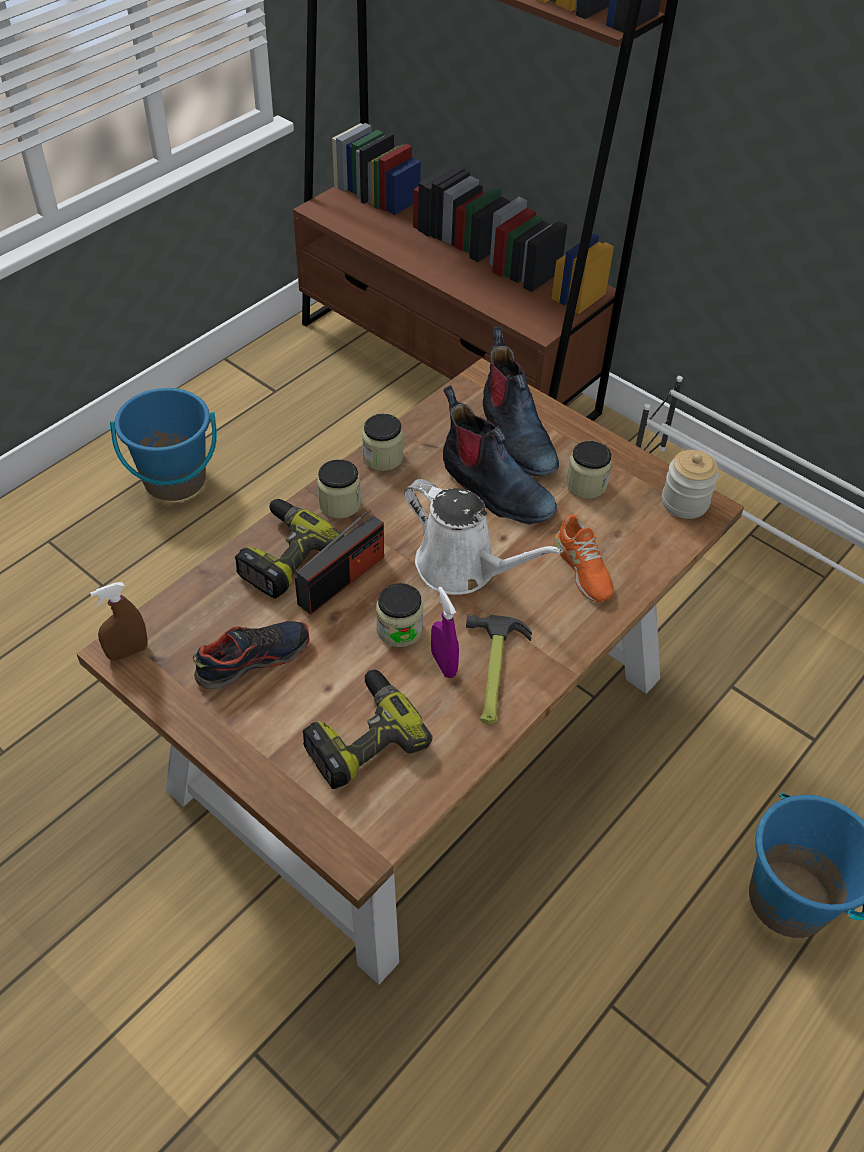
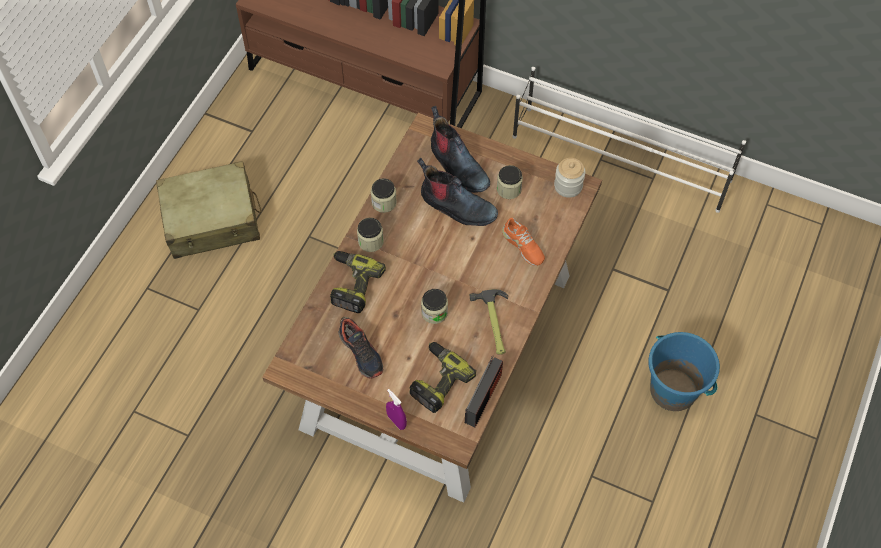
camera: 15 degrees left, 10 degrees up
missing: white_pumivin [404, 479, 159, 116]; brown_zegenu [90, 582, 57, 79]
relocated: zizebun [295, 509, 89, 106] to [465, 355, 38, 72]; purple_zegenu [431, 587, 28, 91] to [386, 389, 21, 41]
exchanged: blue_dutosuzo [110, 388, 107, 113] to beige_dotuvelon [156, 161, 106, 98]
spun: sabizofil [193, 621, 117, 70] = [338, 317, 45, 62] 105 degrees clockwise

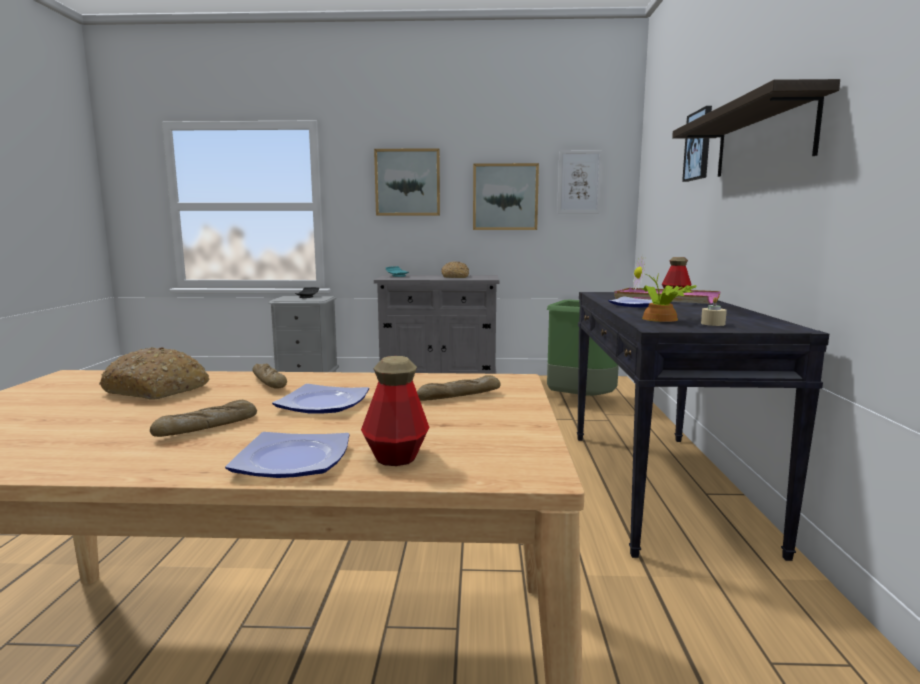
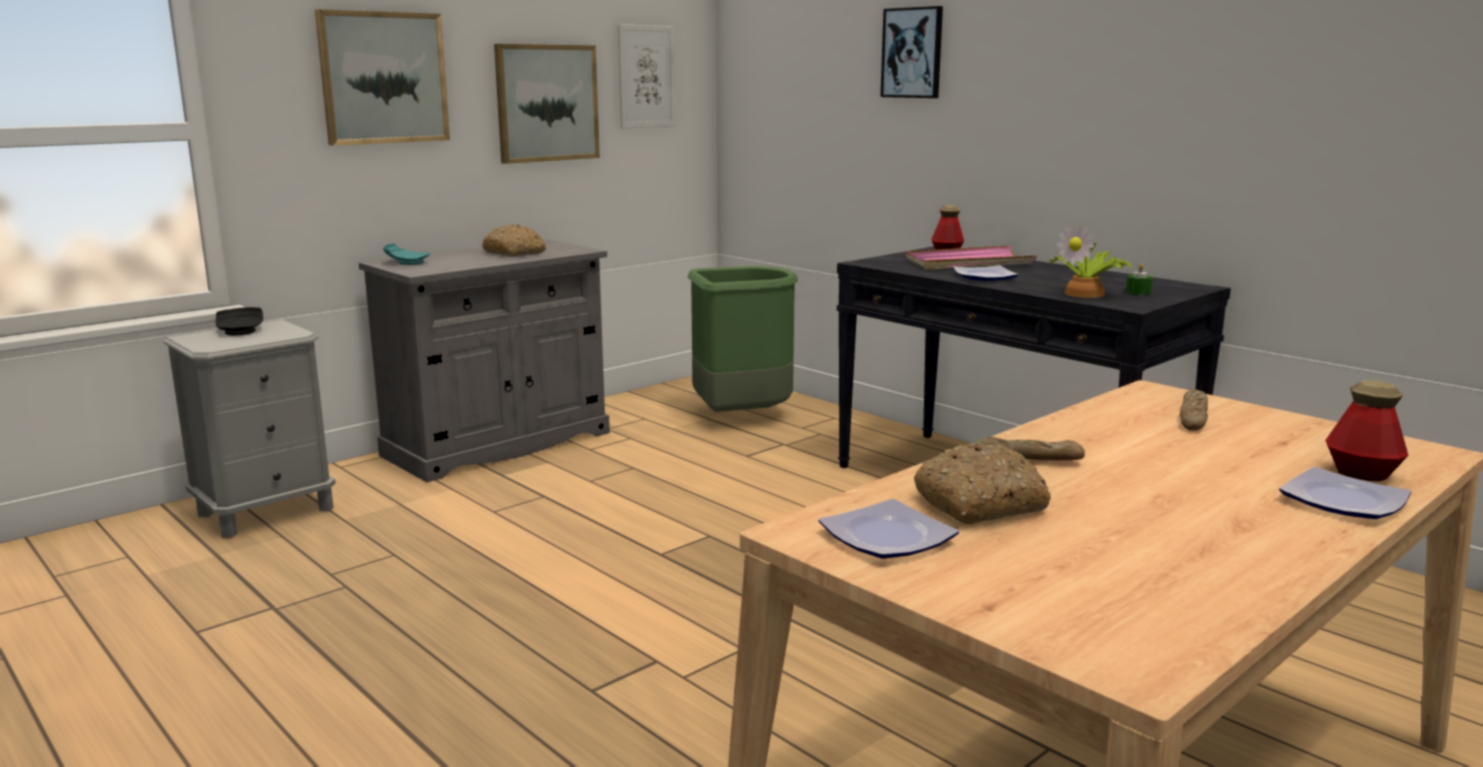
camera: 45 degrees left, 5 degrees up
missing: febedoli [672, 79, 168, 98]; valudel [150, 400, 107, 37]
relocated: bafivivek [272, 384, 97, 30] to [819, 499, 140, 60]
colour: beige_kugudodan [701, 297, 26, 29] to green_kugudodan [1126, 263, 27, 32]

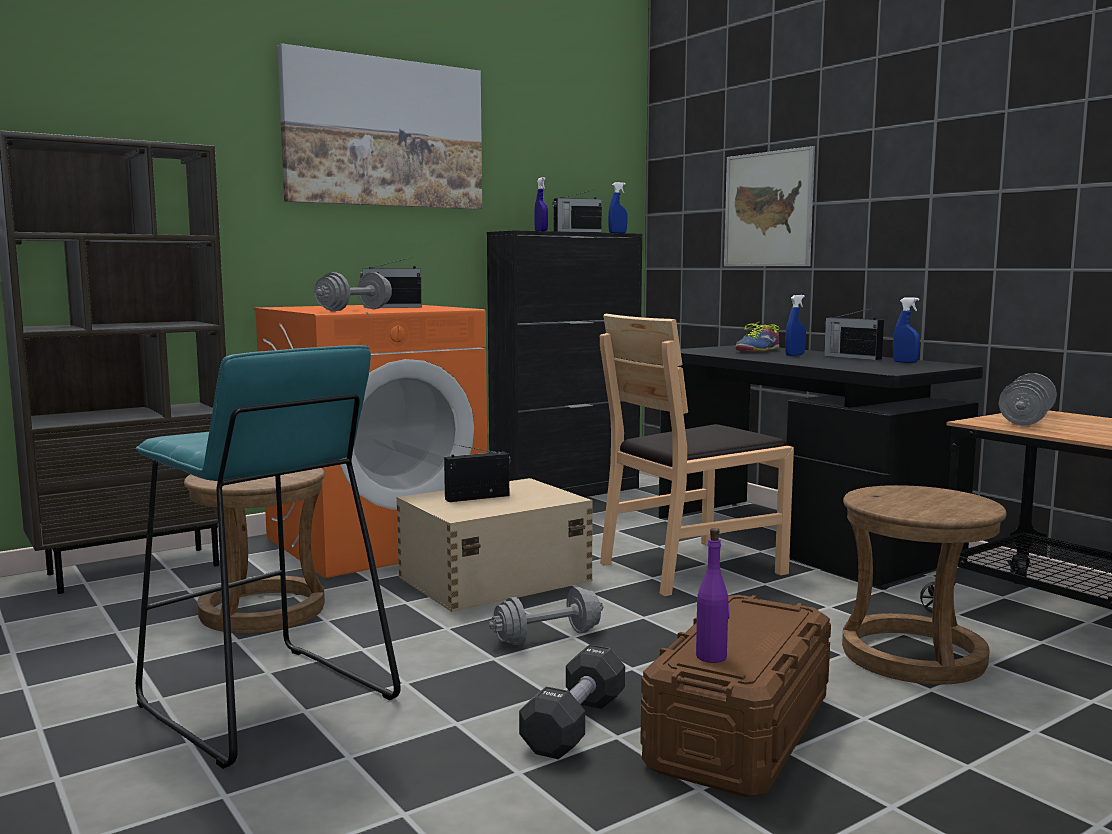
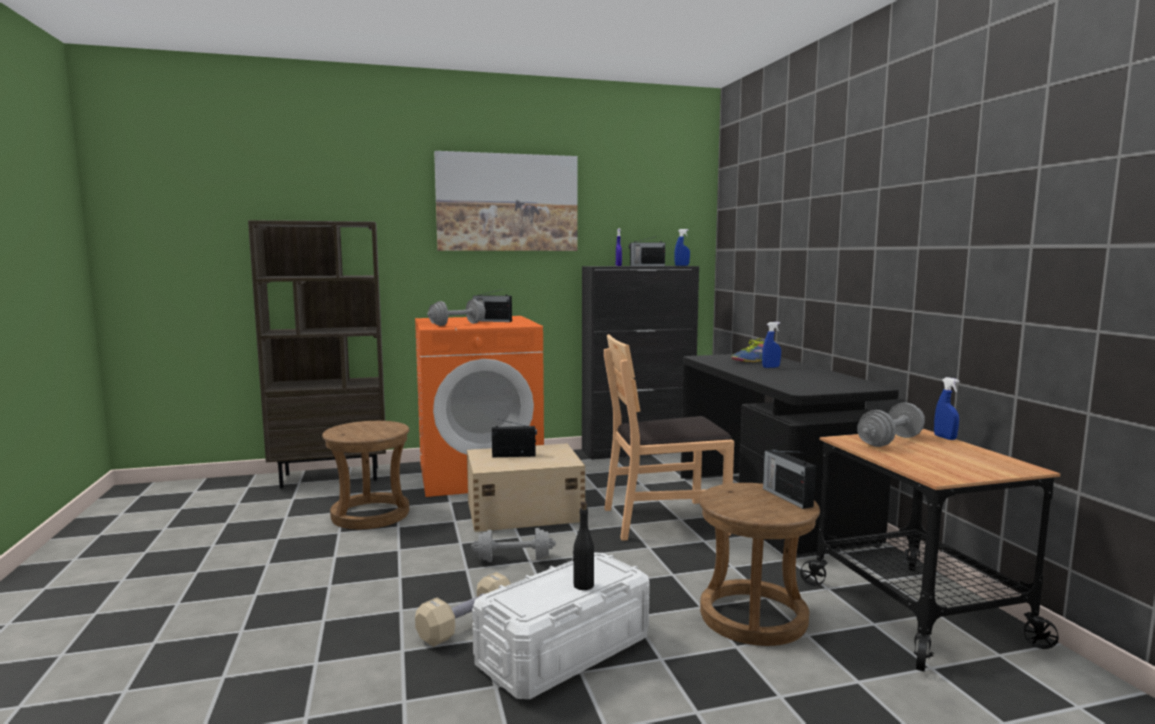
camera: 20 degrees right, 0 degrees up
missing: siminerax [724, 146, 91, 120]; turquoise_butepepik [136, 345, 265, 424]; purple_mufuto [696, 528, 33, 135]
appeared: black_mufuto [573, 501, 21, 89]
relocated: blue_zegenu [893, 297, 27, 66] to [934, 377, 26, 63]; zizebun [824, 308, 60, 52] to [763, 449, 53, 60]
colour: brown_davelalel [640, 595, 191, 202] to white_davelalel [472, 553, 178, 146]; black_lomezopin [519, 645, 106, 114] to beige_lomezopin [415, 572, 96, 75]

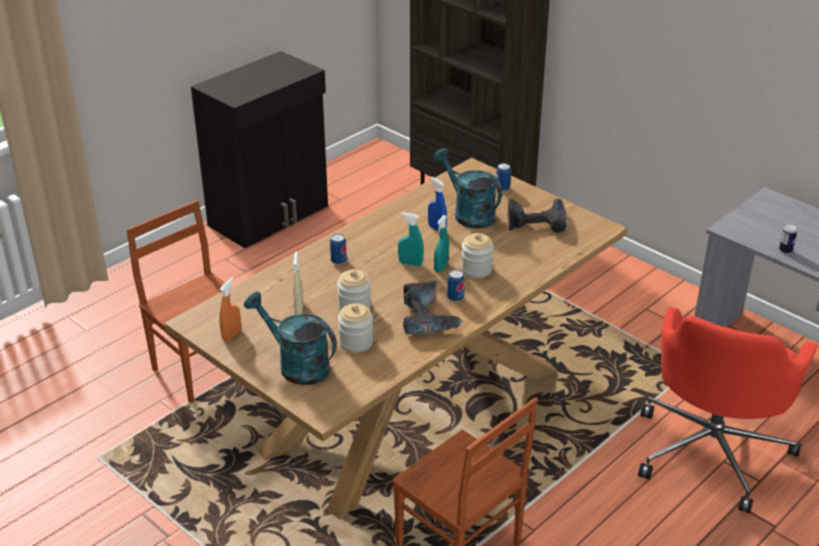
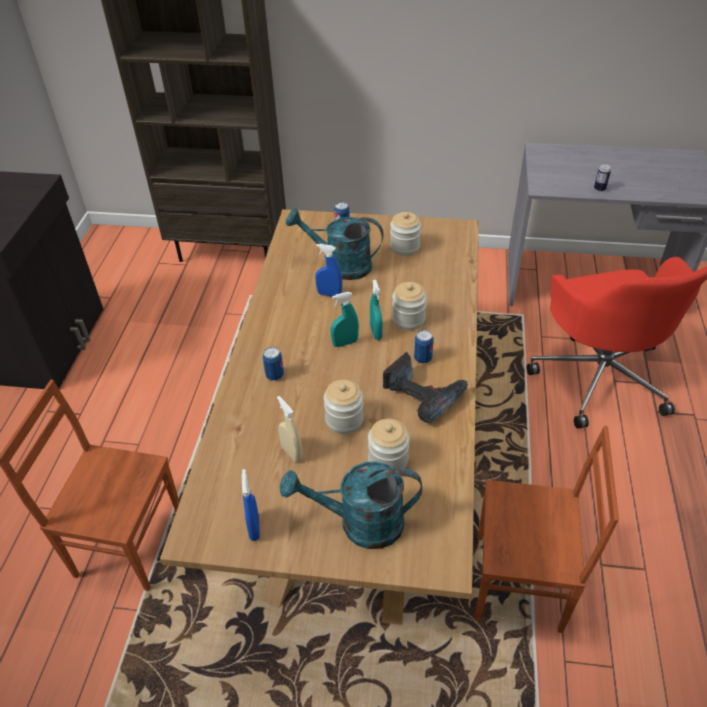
camera: 35 degrees left, 10 degrees up
exchanged: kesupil [508, 198, 59, 35] to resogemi [390, 212, 31, 44]
colour: orange_zegenu [219, 278, 22, 64] to blue_zegenu [242, 469, 18, 72]

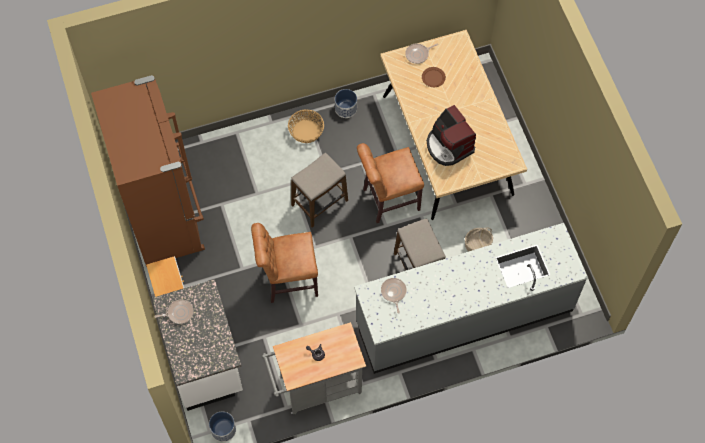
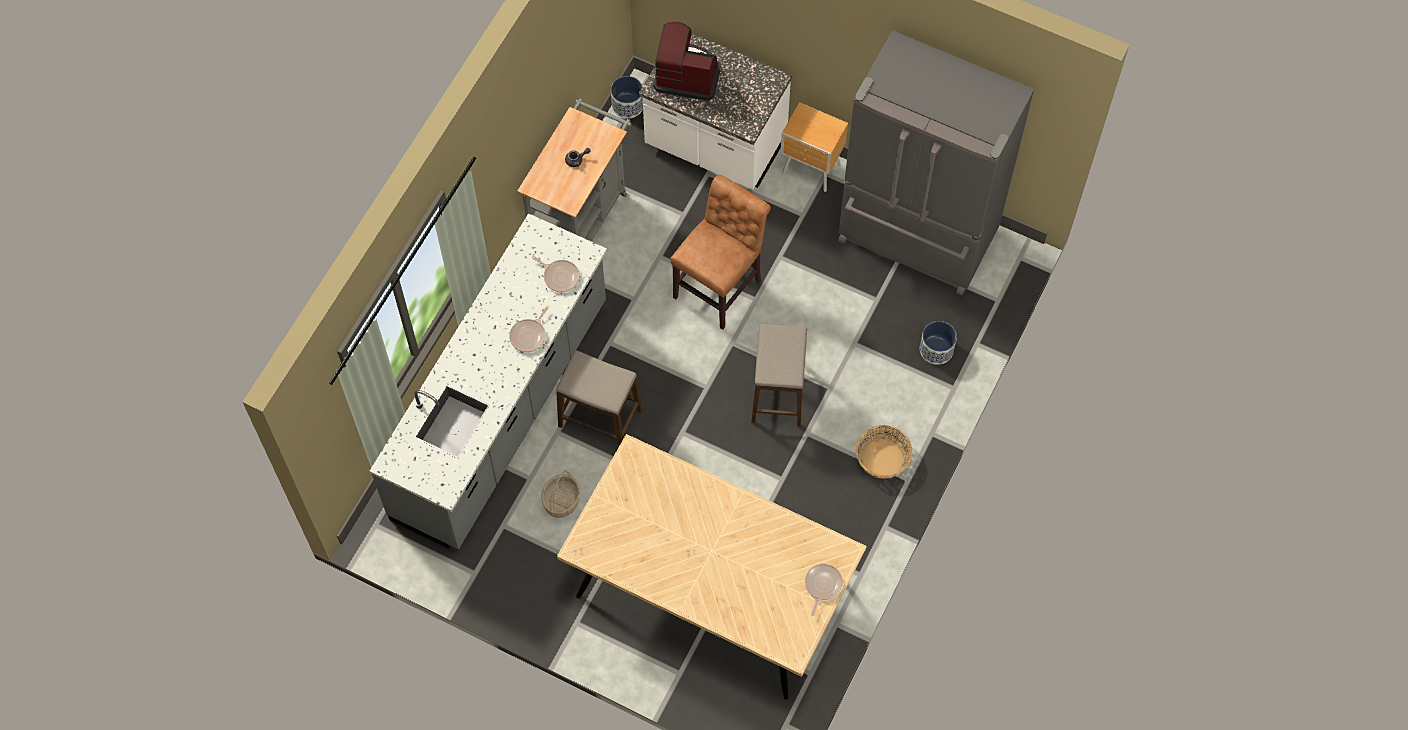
camera: 135 degrees right, 0 degrees up
missing: brown_bafivivek [422, 67, 24, 20]; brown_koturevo [357, 143, 67, 80]
relocated: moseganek [335, 89, 22, 29] to [920, 321, 37, 44]; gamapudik [427, 105, 49, 61] to [653, 22, 67, 79]; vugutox [154, 300, 39, 24] to [509, 306, 40, 46]
colour: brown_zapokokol [91, 75, 114, 192] to grey_zapokokol [838, 30, 196, 265]

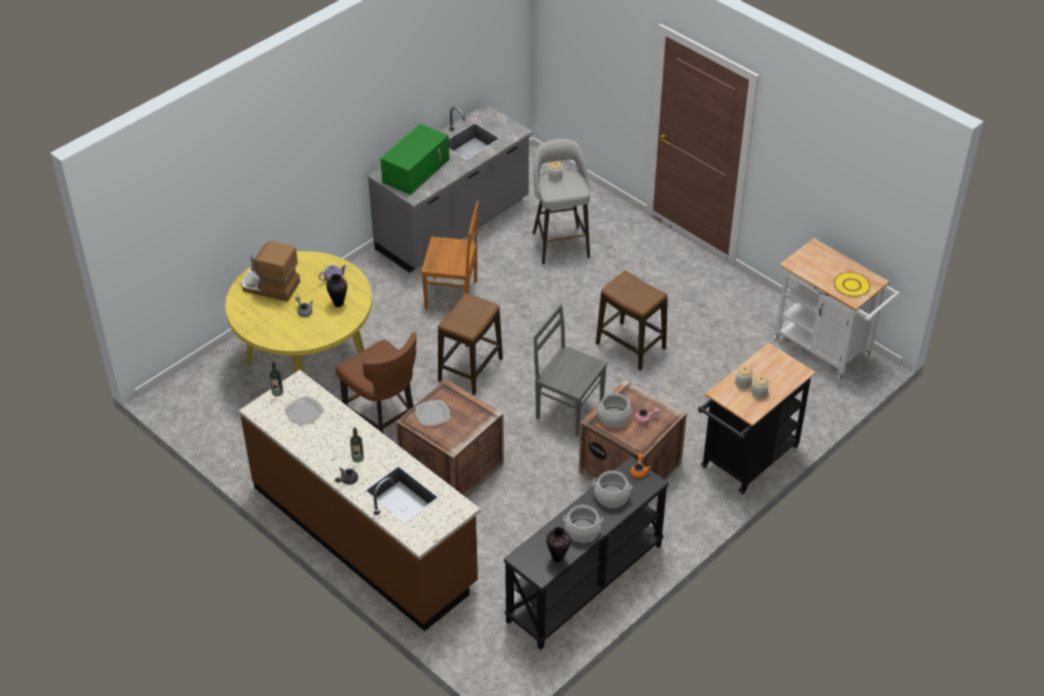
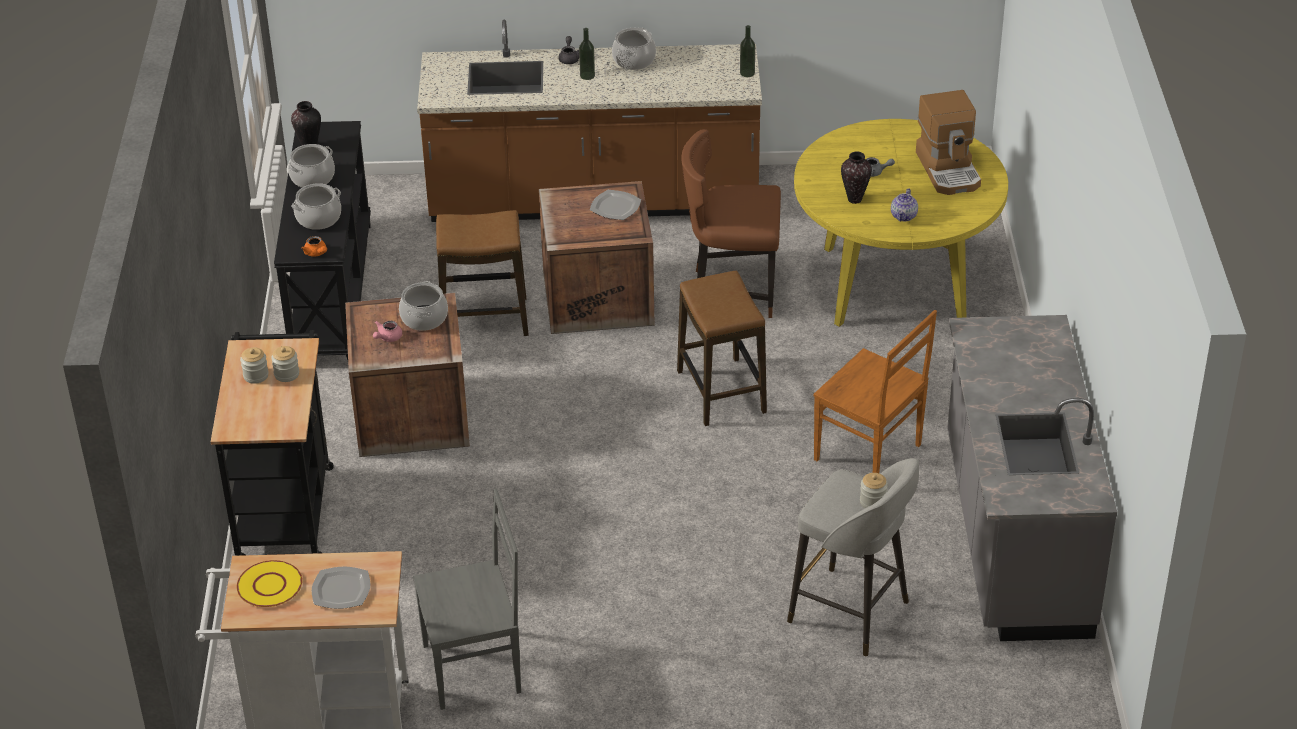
camera: 135 degrees right, 5 degrees down
missing: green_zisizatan [380, 124, 69, 71]
appeared: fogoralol [612, 28, 44, 42]
relocated: butepepik [596, 270, 72, 100] to [436, 210, 93, 126]; grey_koturevo [533, 304, 74, 132] to [413, 489, 108, 221]; bafivivek [284, 396, 40, 30] to [312, 566, 58, 43]
spun: brown_koturevo [421, 201, 58, 109] = [813, 310, 124, 163] 105 degrees counterclockwise; gamapudik [241, 241, 59, 61] = [916, 90, 65, 105] 105 degrees clockwise

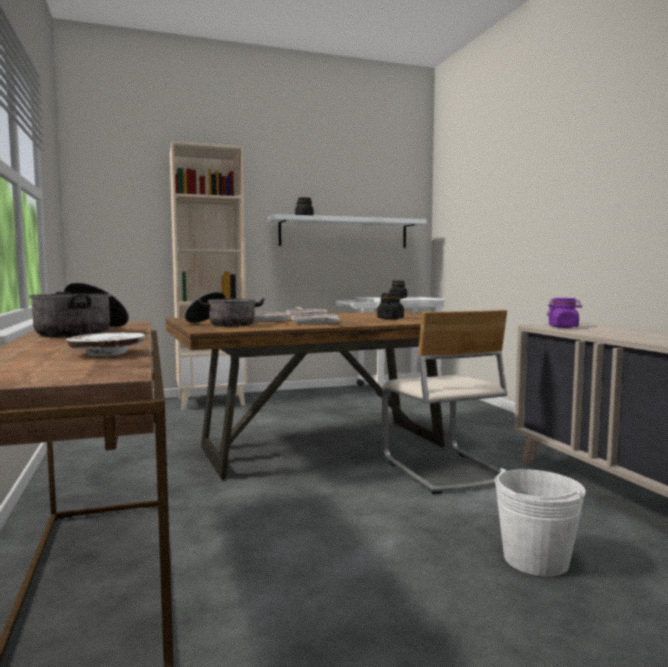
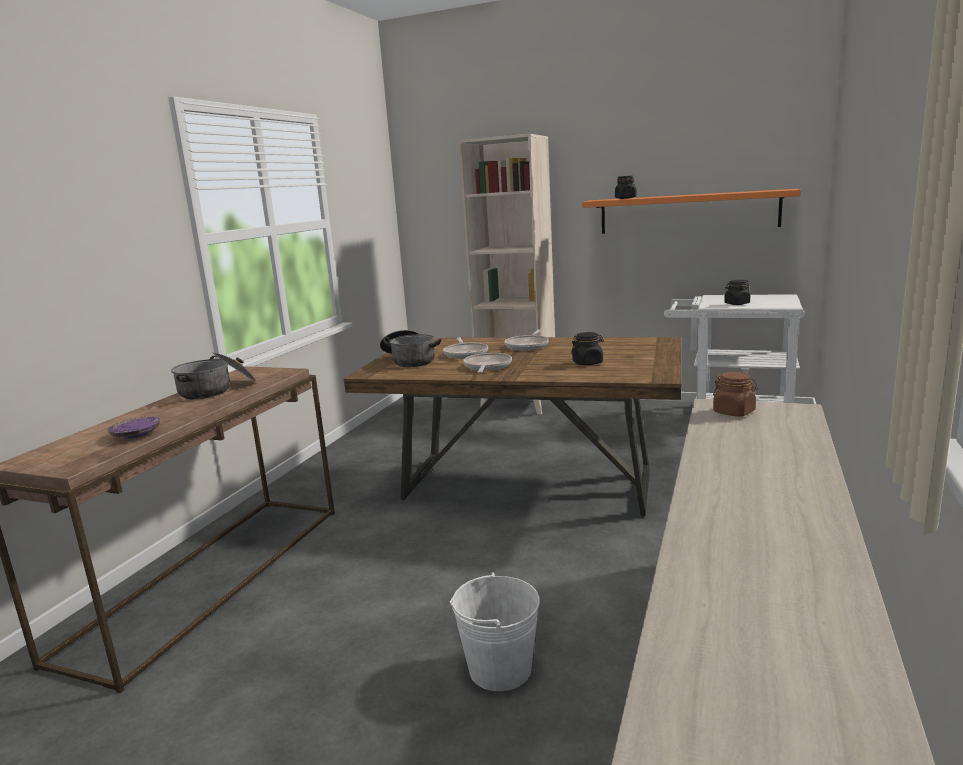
camera: 40 degrees right, 10 degrees up
missing: beige_koturevo [382, 310, 125, 184]
colour: white_febedoli [268, 214, 159, 34] to orange_febedoli [582, 189, 219, 45]; purple_resogemi [547, 298, 35, 30] to brown_resogemi [713, 372, 45, 45]; white_bafivivek [66, 332, 79, 24] to purple_bafivivek [108, 417, 52, 22]

